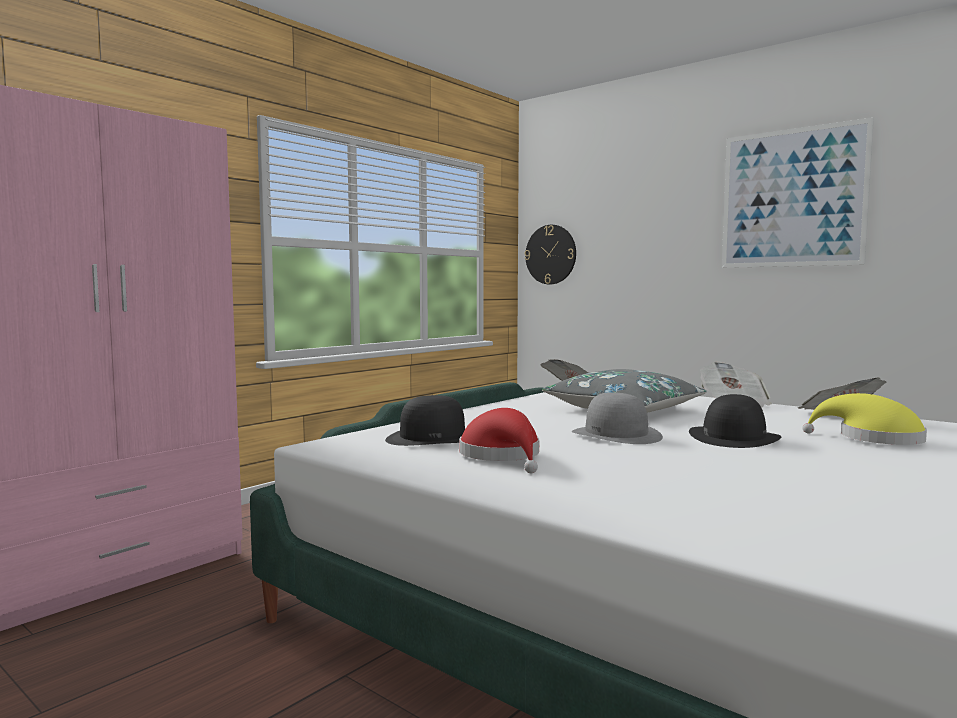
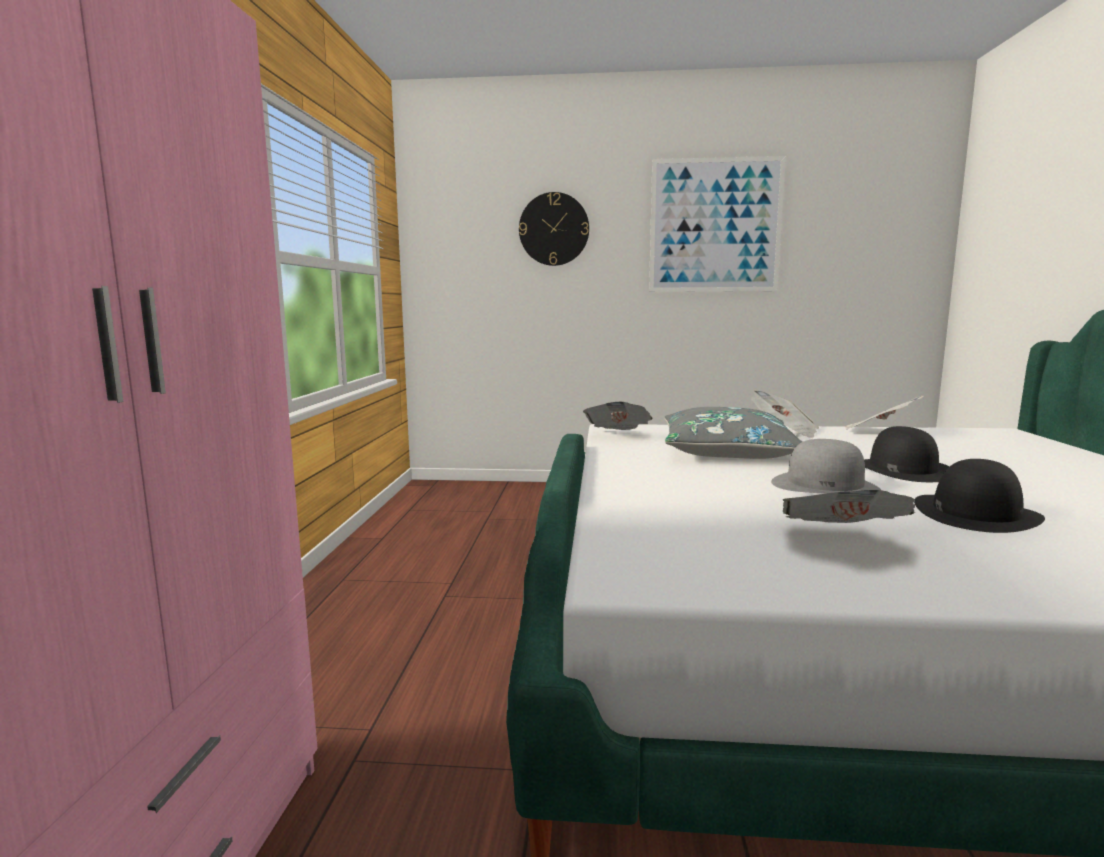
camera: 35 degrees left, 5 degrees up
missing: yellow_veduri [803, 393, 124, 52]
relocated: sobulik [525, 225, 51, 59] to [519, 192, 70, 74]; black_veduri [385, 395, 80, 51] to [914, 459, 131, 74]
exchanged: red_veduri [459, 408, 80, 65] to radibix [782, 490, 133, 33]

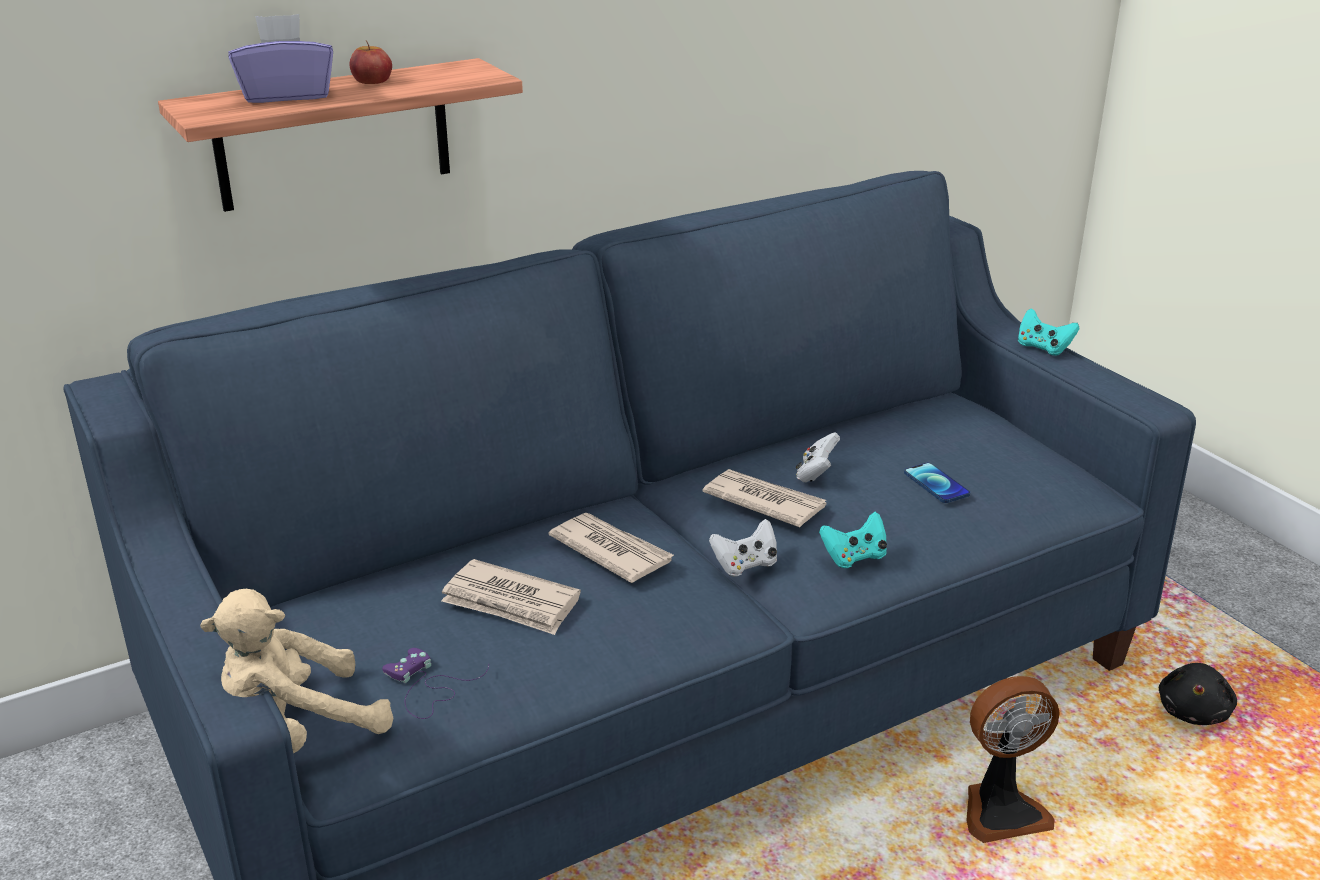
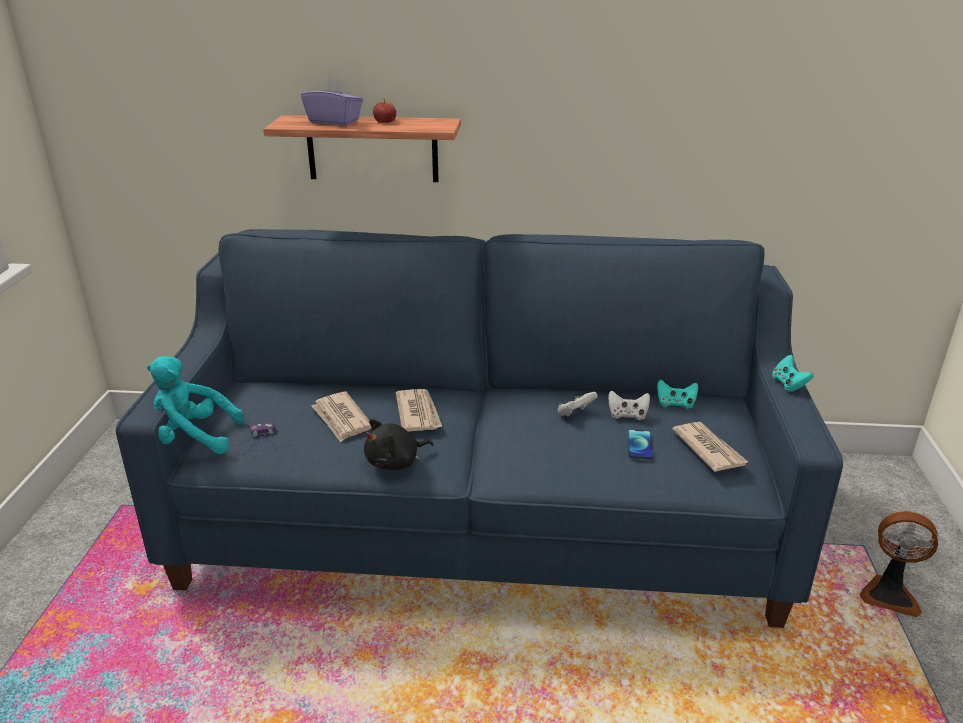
camera: 35 degrees right, 0 degrees up
relocated: radibix [702, 469, 125, 58] to [672, 422, 76, 50]; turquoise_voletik [819, 512, 68, 56] to [657, 380, 41, 29]; white_voletik [709, 519, 68, 57] to [608, 391, 42, 29]; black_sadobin [1159, 663, 78, 62] to [364, 419, 69, 51]; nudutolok [966, 676, 94, 167] to [860, 511, 78, 106]
colour: beige_sadobin [200, 589, 193, 164] to turquoise_sadobin [147, 356, 97, 98]

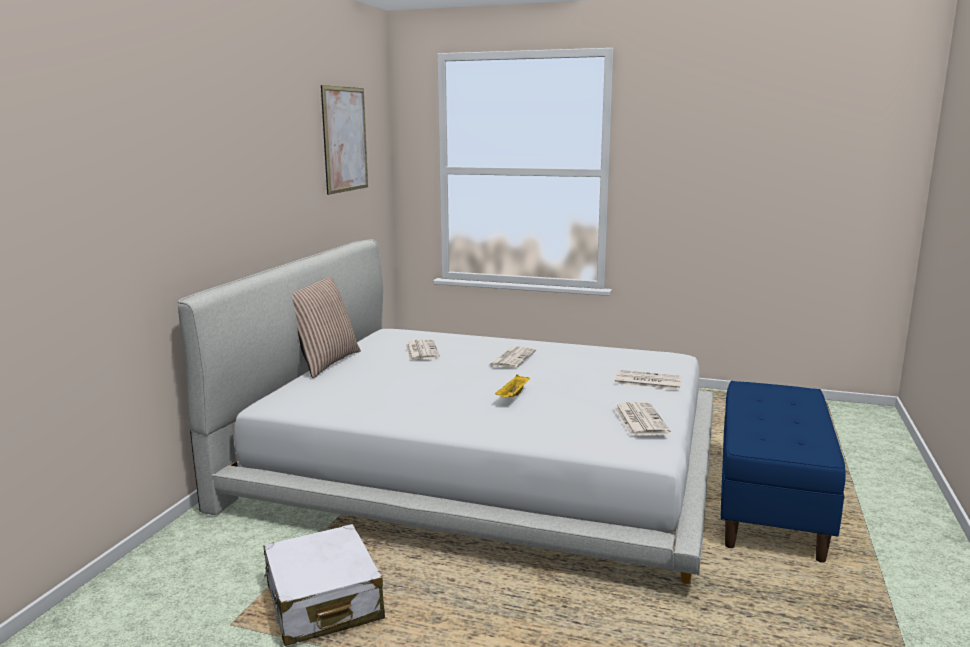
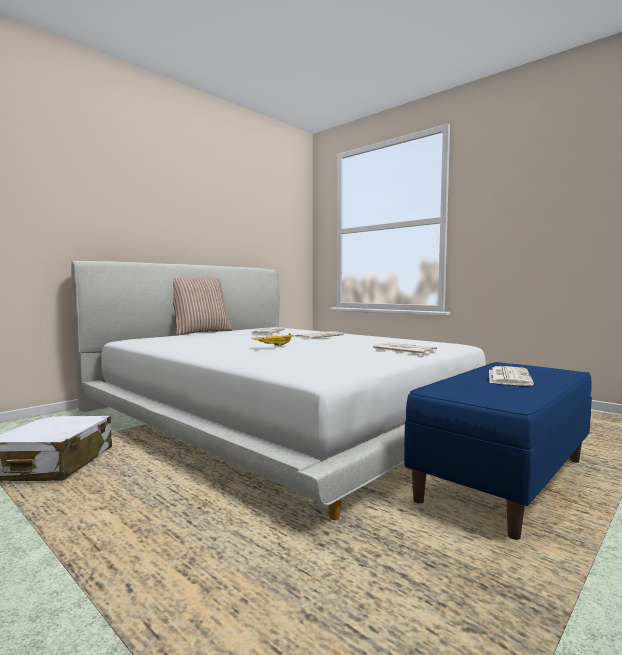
camera: 25 degrees right, 10 degrees down
missing: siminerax [321, 85, 47, 110]
relocated: radibix [614, 402, 57, 33] to [489, 366, 45, 20]

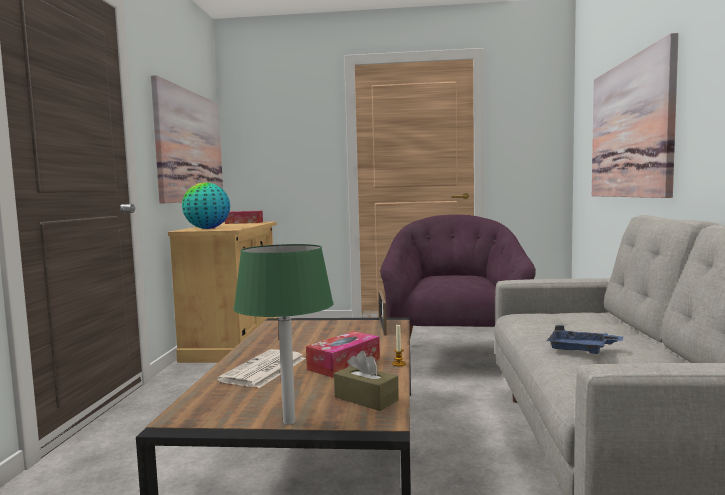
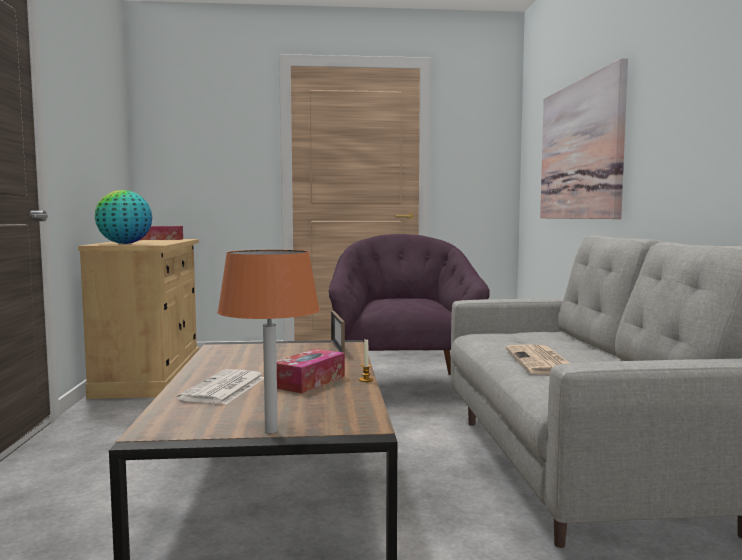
camera: 10 degrees left, 0 degrees up
missing: siminerax [151, 75, 72, 129]; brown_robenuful [334, 351, 65, 60]
exchanged: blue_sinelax [546, 325, 77, 29] to radibix [506, 344, 64, 31]
colour: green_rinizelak [233, 244, 101, 181] to orange_rinizelak [217, 250, 103, 183]

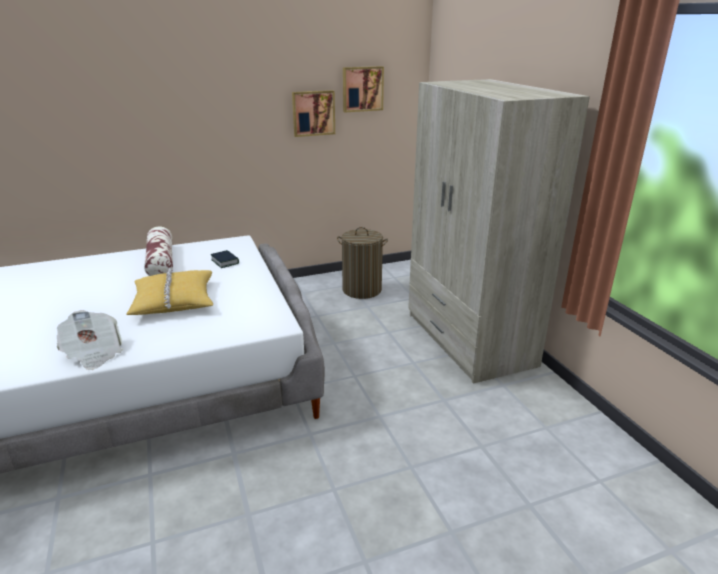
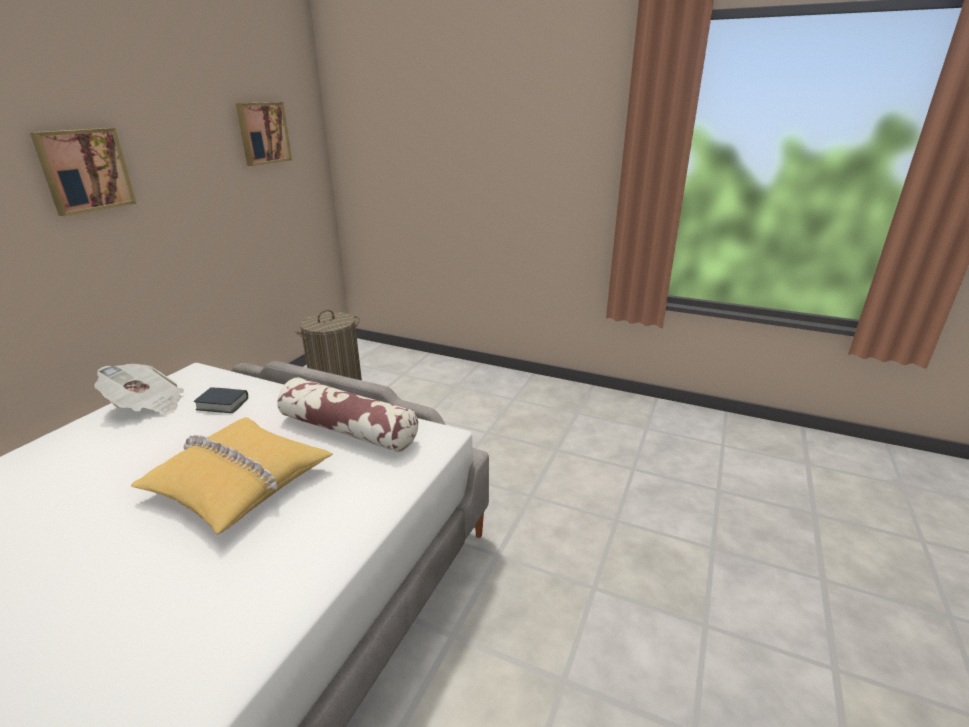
camera: 45 degrees left, 0 degrees up
missing: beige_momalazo [408, 79, 182, 305]
relocated: siminerax [292, 90, 43, 47] to [30, 128, 106, 88]; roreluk [144, 227, 29, 49] to [277, 377, 141, 75]; radibix [57, 310, 66, 60] to [94, 364, 90, 50]

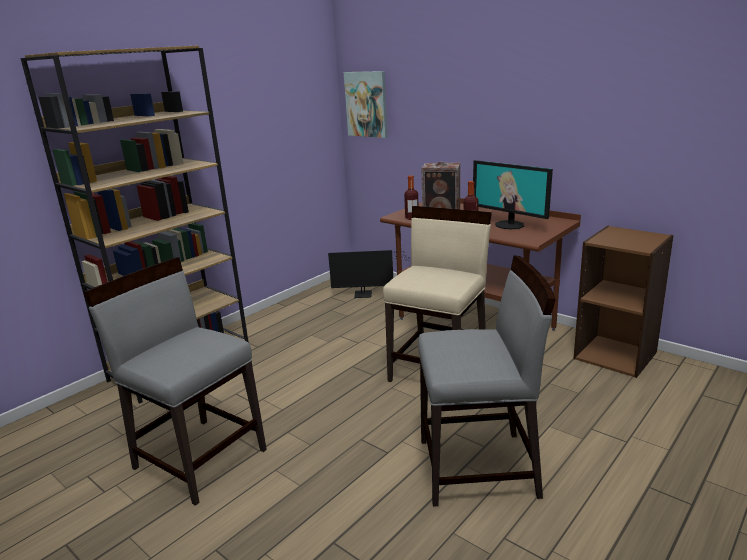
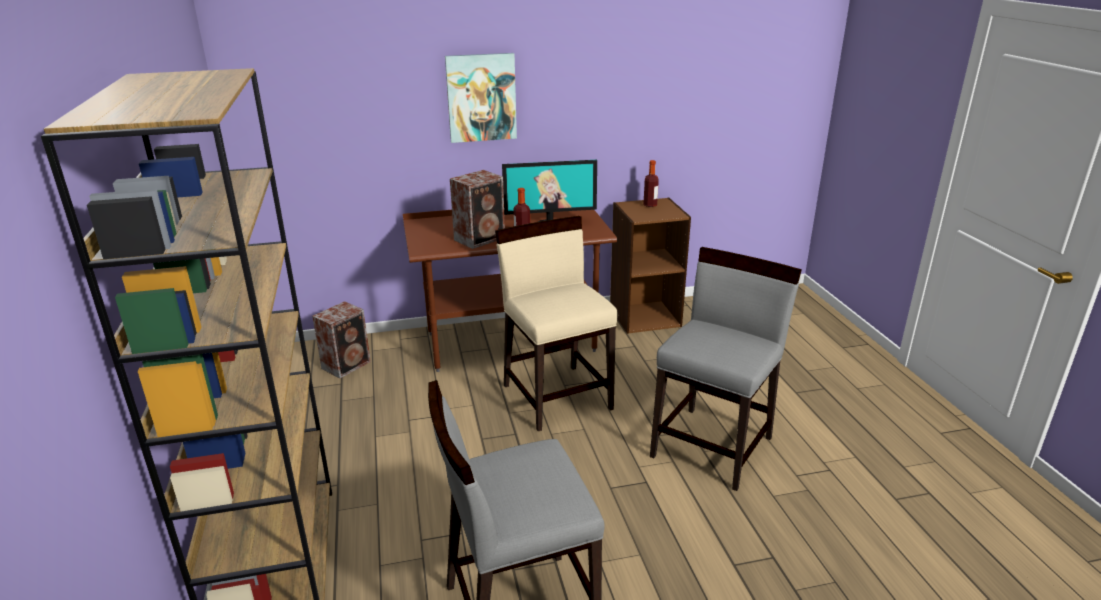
camera: 55 degrees left, 5 degrees up
relocated: siminerax [344, 71, 44, 67] to [445, 53, 72, 90]; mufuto [404, 176, 14, 44] to [643, 160, 16, 47]
exchanged: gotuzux [328, 250, 81, 48] to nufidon [312, 301, 59, 77]

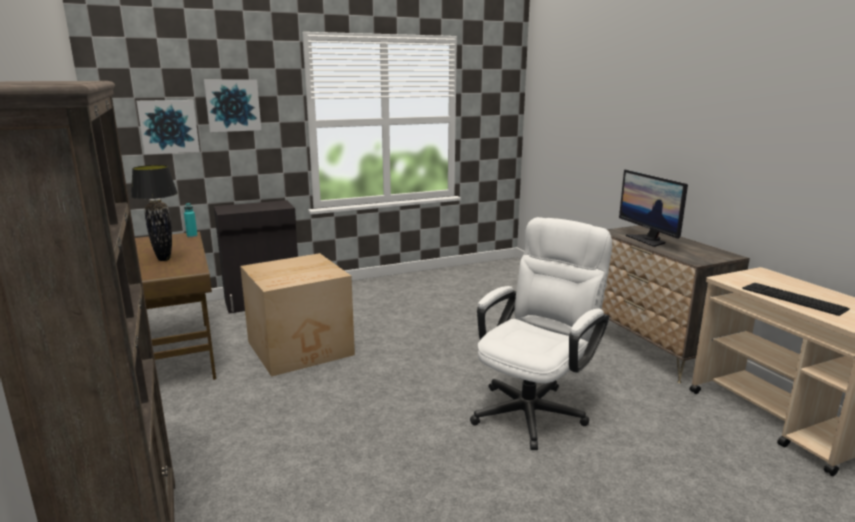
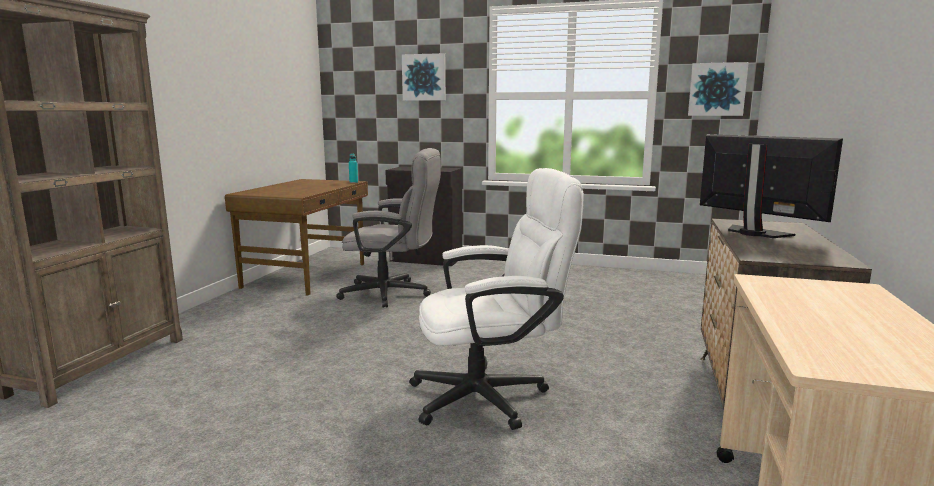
camera: 40 degrees right, 5 degrees down
missing: black_rinizelak [131, 165, 47, 96]; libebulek [742, 283, 108, 33]
relocated: siminerax [136, 100, 64, 55] to [688, 62, 61, 54]
exchanged: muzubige [240, 253, 115, 124] to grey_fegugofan [336, 148, 105, 160]
spun: gotuzux [619, 170, 69, 77] = [700, 134, 143, 104] 120 degrees clockwise

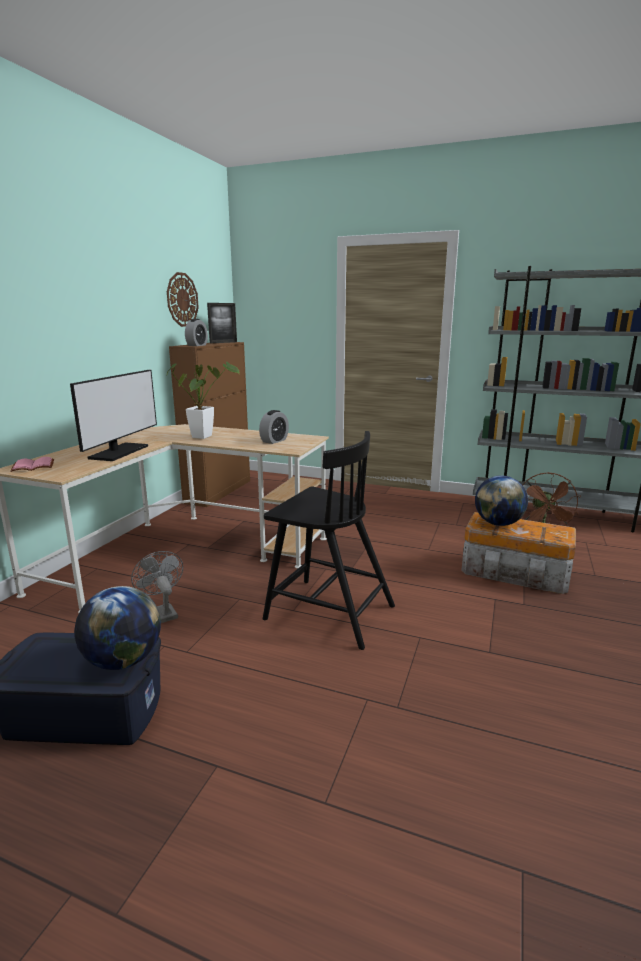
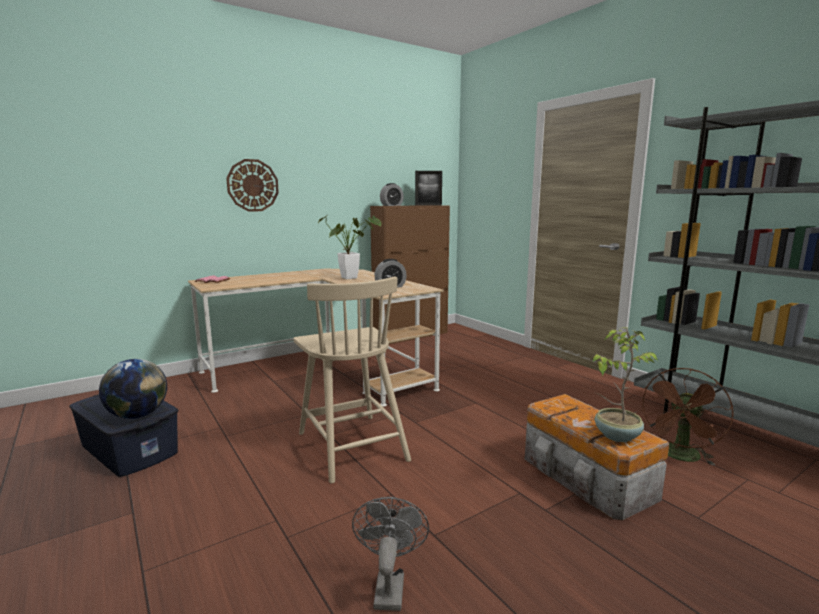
camera: 35 degrees right, 5 degrees down
missing: gotuzux [70, 370, 87, 91]; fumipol [475, 475, 53, 51]
appeared: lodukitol [593, 327, 66, 115]
relocated: sobulik [167, 272, 32, 55] to [226, 159, 53, 53]; grey_nudutolok [131, 551, 52, 72] to [352, 497, 77, 114]
colour: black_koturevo [263, 431, 132, 219] to beige_koturevo [293, 276, 118, 208]

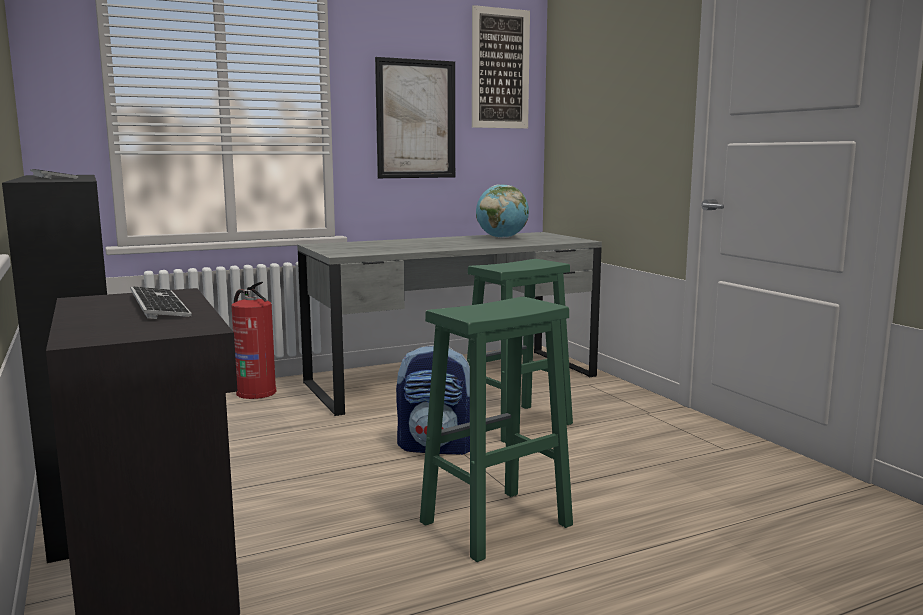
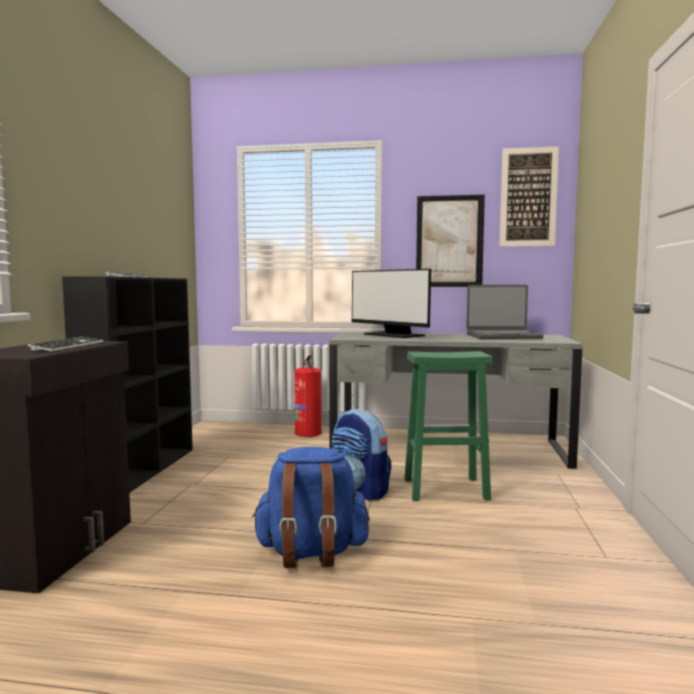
camera: 35 degrees right, 5 degrees down
appeared: gotuzux [352, 269, 79, 69]
exchanged: fumipol [476, 184, 53, 54] to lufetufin [466, 285, 77, 54]; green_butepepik [420, 297, 153, 265] to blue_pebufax [252, 447, 117, 121]

